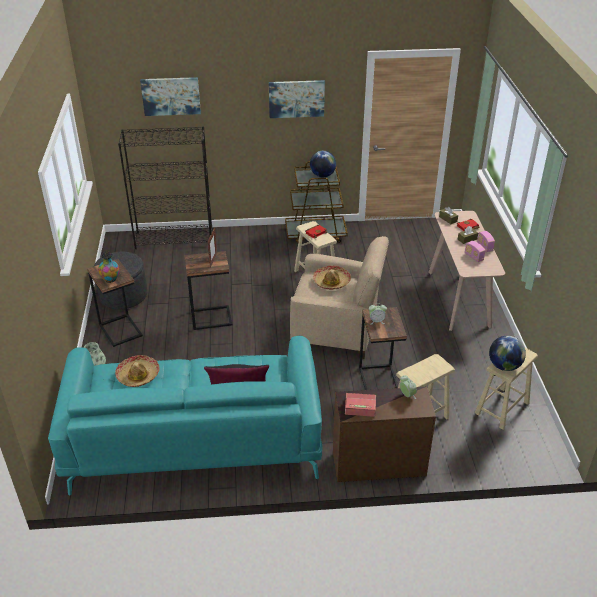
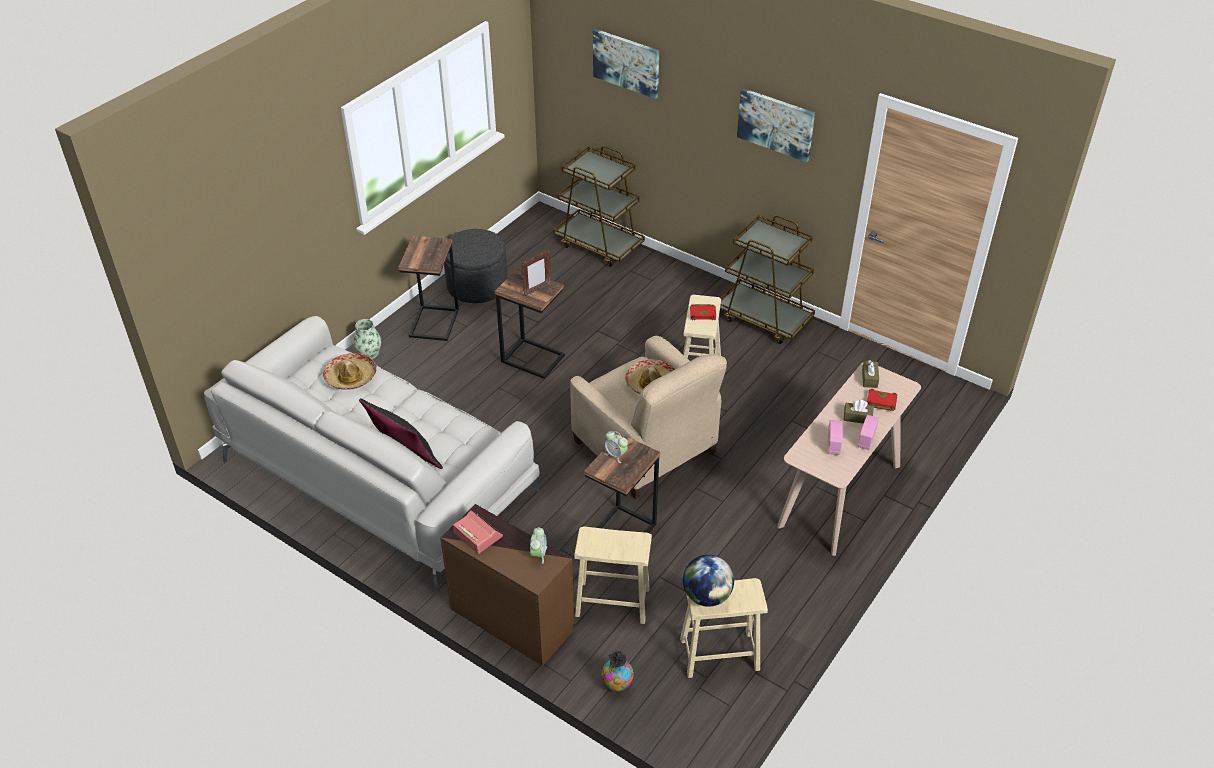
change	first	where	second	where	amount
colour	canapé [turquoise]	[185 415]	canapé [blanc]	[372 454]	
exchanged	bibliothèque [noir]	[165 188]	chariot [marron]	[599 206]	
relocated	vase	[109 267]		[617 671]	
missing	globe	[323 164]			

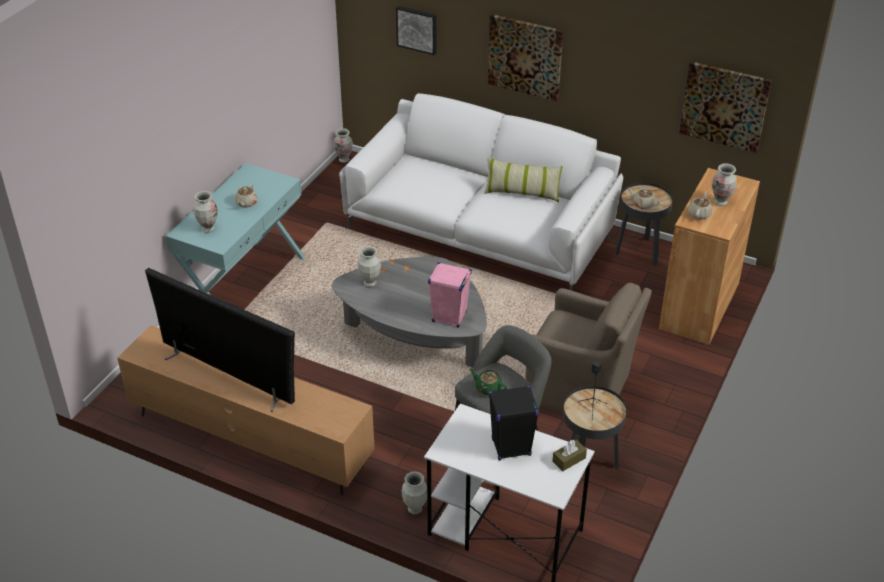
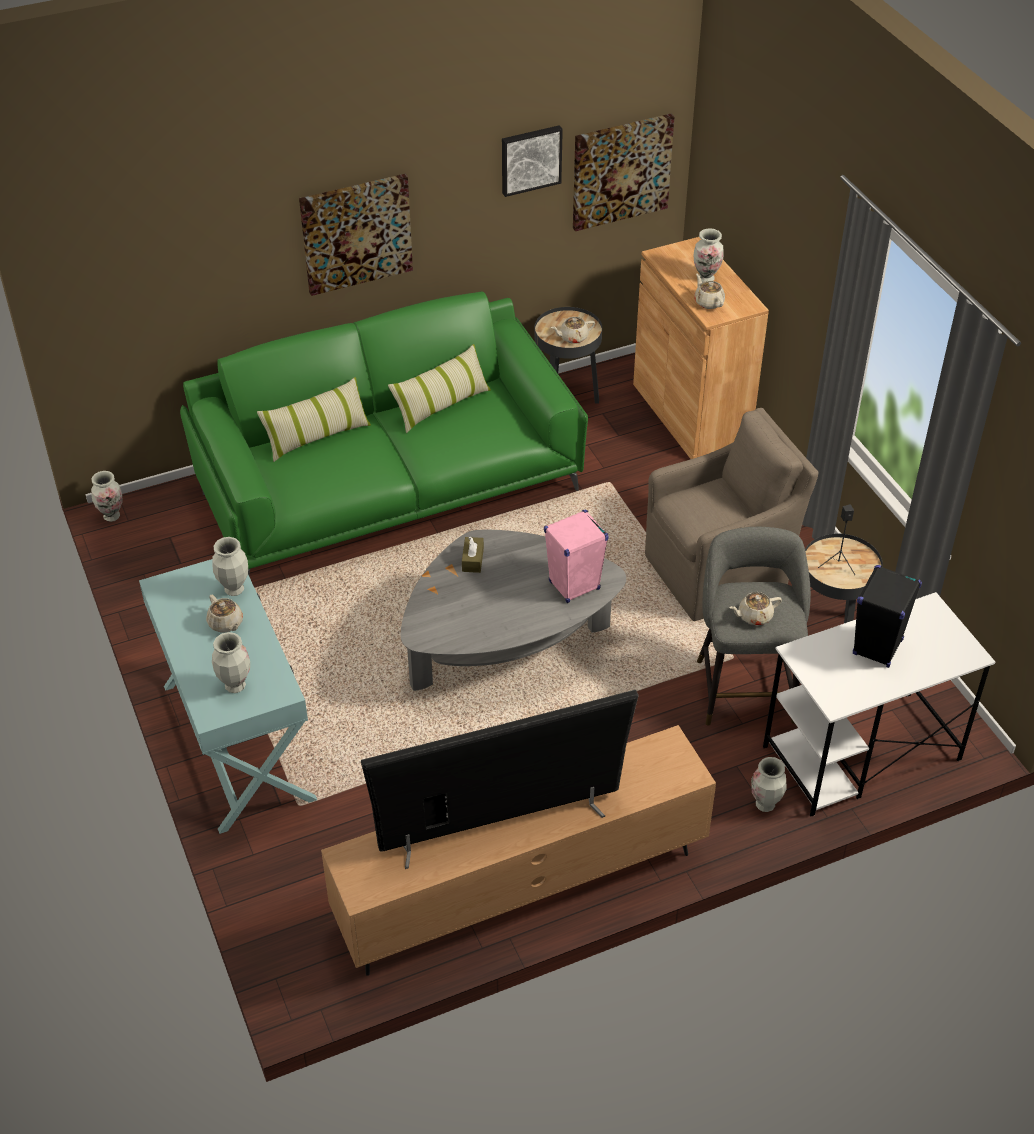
change	first	where	second	where	amount
colour	canapé [blanc]	[481 192]	canapé [vert]	[384 433]	
relocated	vase	[369 266]		[230 566]	
appeared			coussin	[314 419]	
relocated	boîte à mouchoirs [marron]	[569 455]		[473 554]	
relocated	tableau	[416 30]		[532 161]	
colour	théière [vert]	[488 381]	théière [beige]	[755 608]	

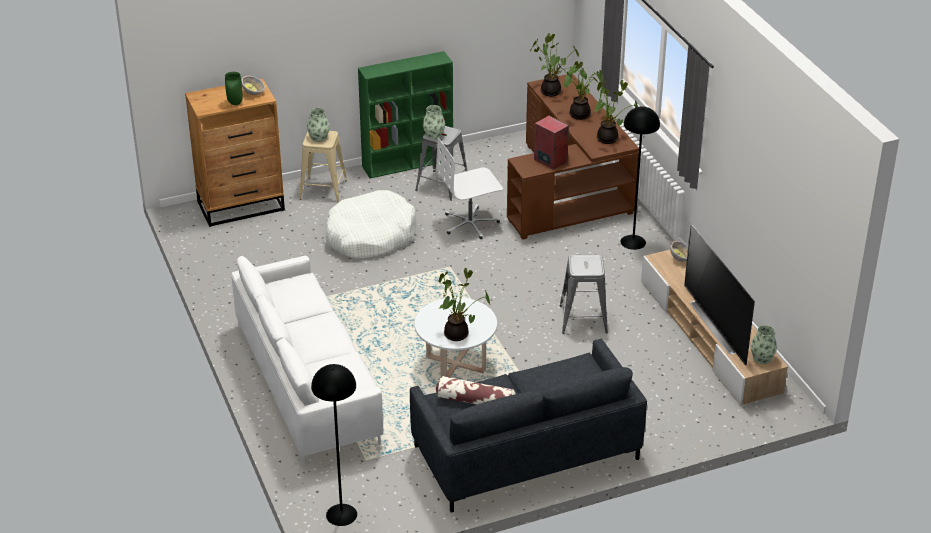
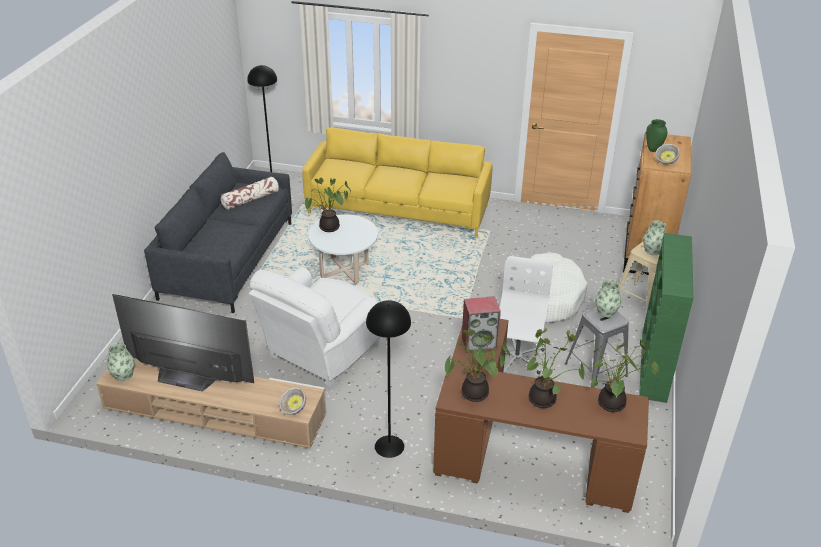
change	first	where	second	where	amount
exchanged	tabouret [gris]	[583 294]	fauteuil [blanc]	[314 327]	
colour	canapé [blanc]	[307 361]	canapé [jaune]	[397 182]	

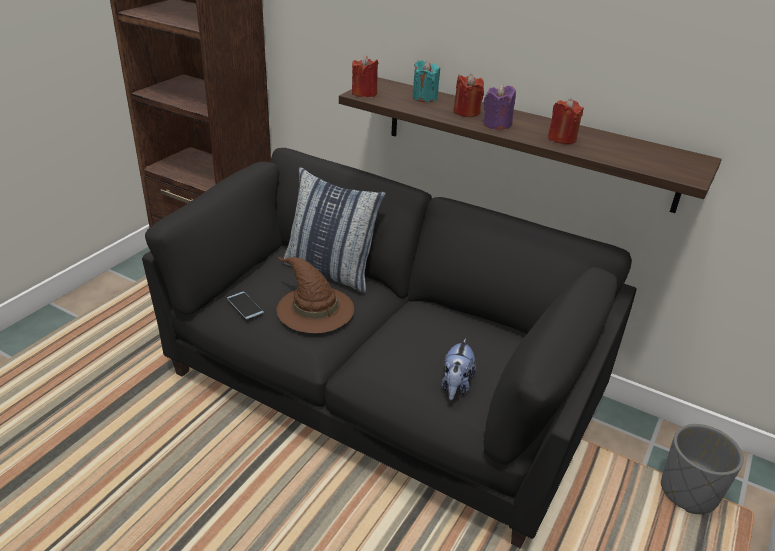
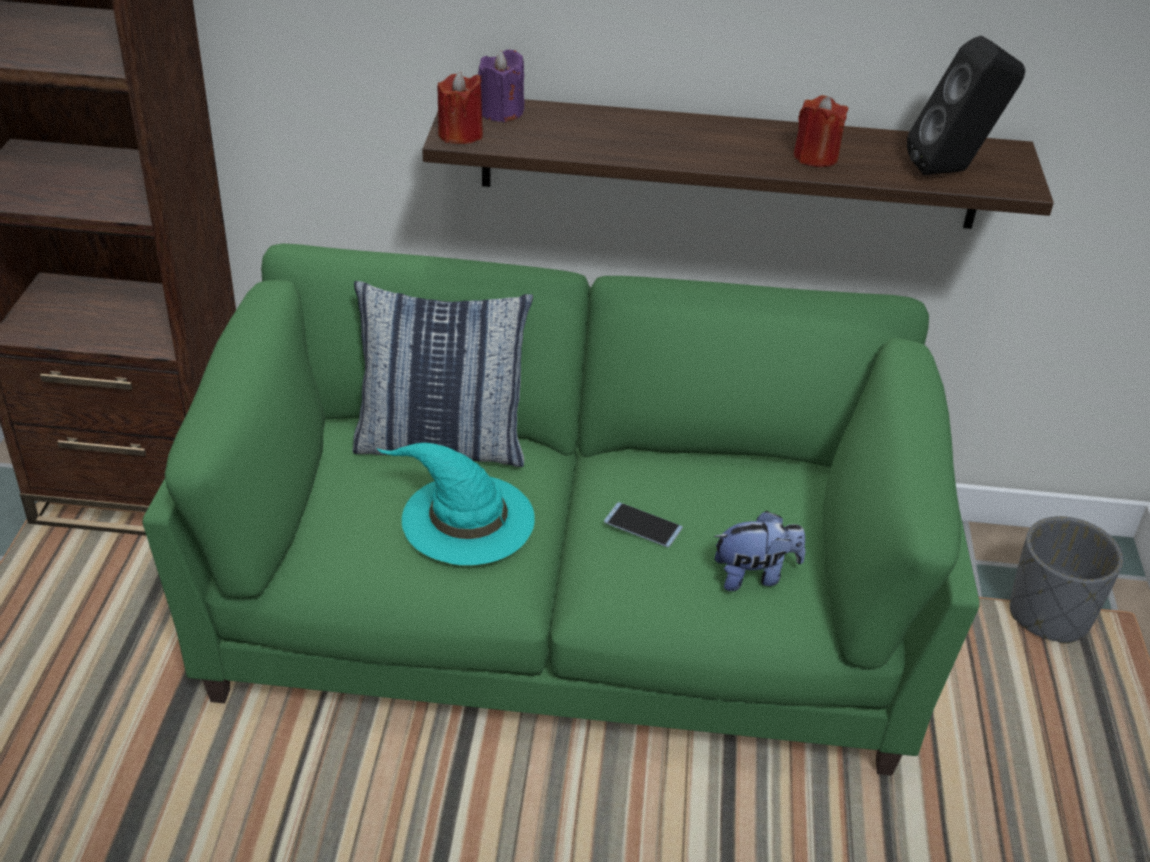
change	first	where	second	where	amount
colour	canapé [noir]	[389 348]	canapé [vert]	[561 509]	
colour	chapeau [marron]	[315 294]	chapeau [turquoise]	[455 504]	
relocated	bougie [violet]	[499 107]		[501 86]	
relocated	téléphone	[245 305]		[643 524]	
spun	peluche	[459 369]		[760 551]	90 degrees counterclockwise
appeared			enceinte [noir]	[966 105]	
missing	bougie [turquoise]	[426 81]			
missing	bougie [rouge]	[469 95]			

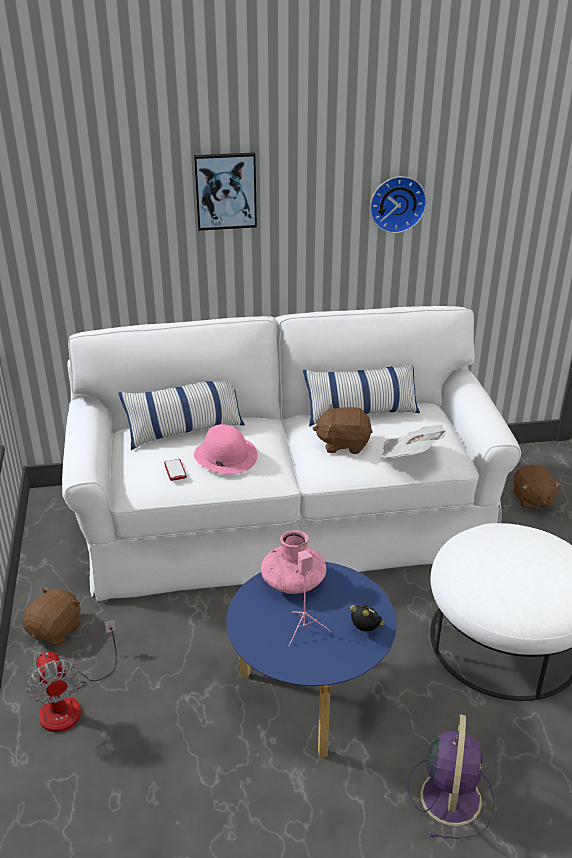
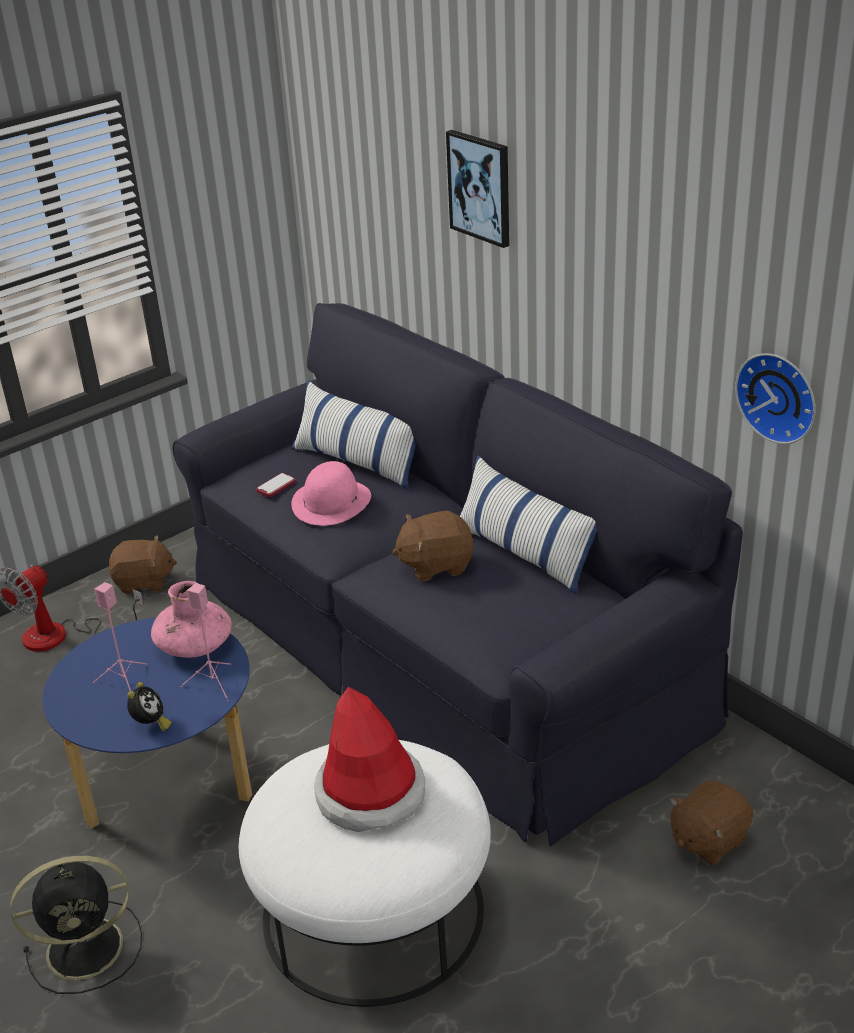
change	first	where	second	where	amount
colour	ventilateur [violet]	[451 776]	ventilateur [noir]	[76 925]	
colour	canapé [blanc]	[291 453]	canapé [noir]	[458 574]	
appeared			enceinte [rose]	[206 642]	
appeared			chapeau	[369 759]	
spun	peluche [marron]	[342 429]		[433 546]	75 degrees counterclockwise
relocated	horloge murale	[398 204]		[775 398]	
missing	journal	[413 442]			

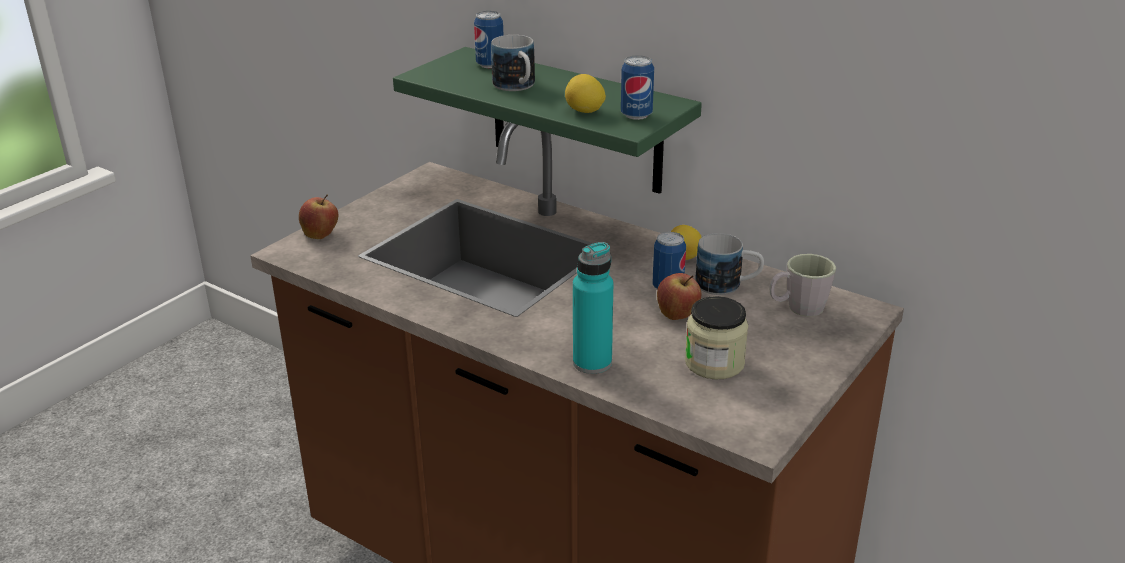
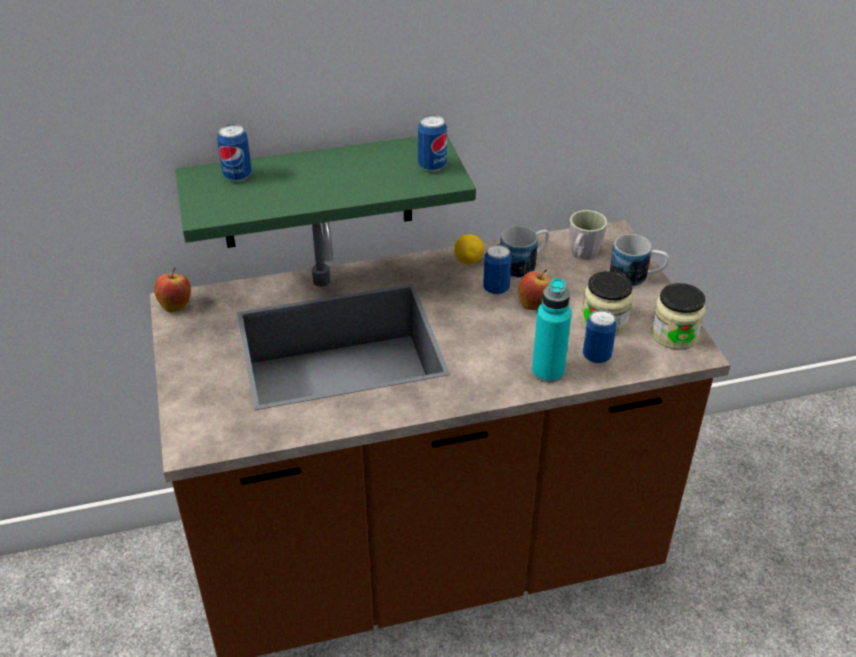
change	first	where	second	where	amount
relocated	pomme	[318 217]		[172 290]	
appeared			boîte métallique	[599 336]	
relocated	mug	[513 63]		[639 260]	
appeared			bocal	[678 316]	
missing	citron	[585 93]			

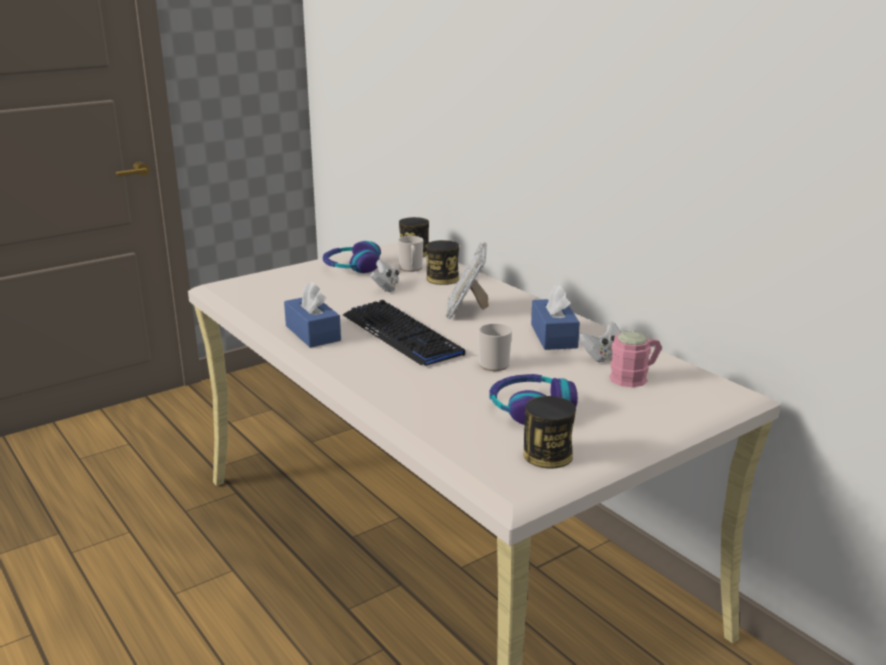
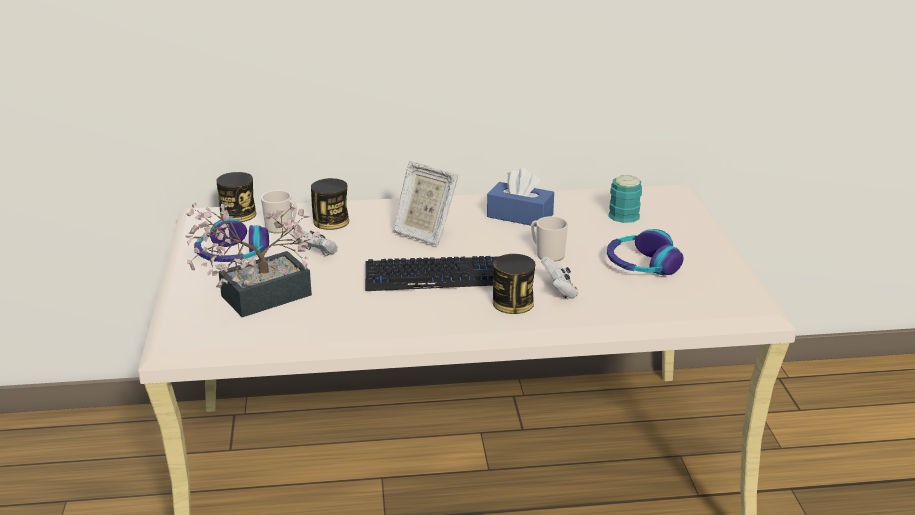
change	first	where	second	where	amount
appeared			plante en pot	[252 259]	
relocated	boîte métallique	[550 432]		[514 284]	
relocated	manette [blanc]	[600 342]		[559 278]	
colour	mug [rose]	[635 359]	mug [turquoise]	[625 199]	
missing	boîte à mouchoirs [bleu]	[312 315]			

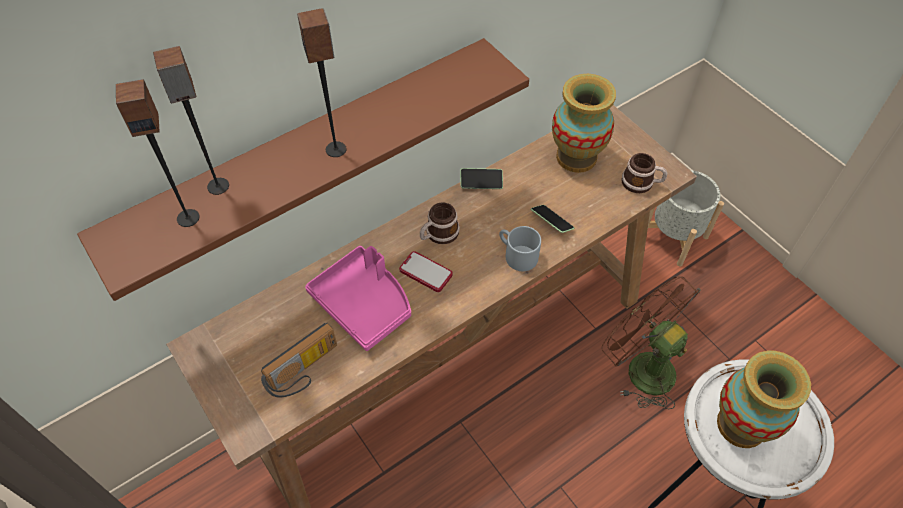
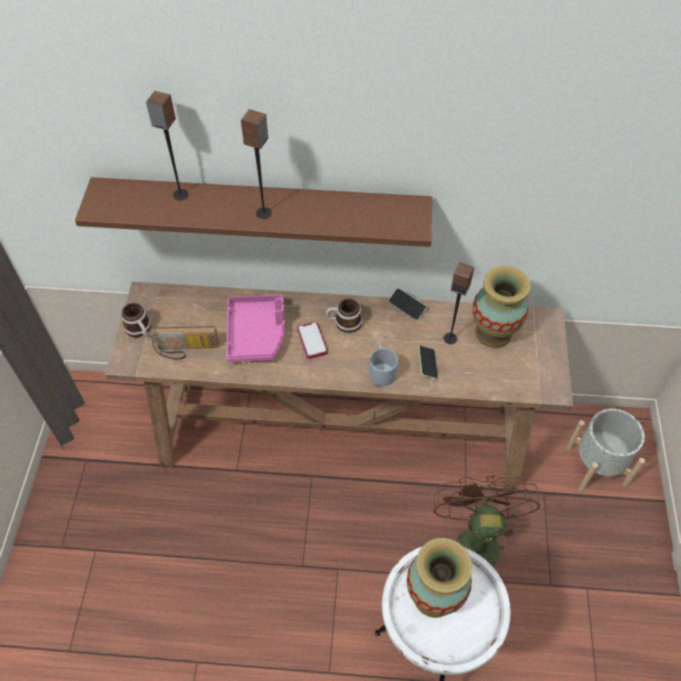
change	first	where	second	where	amount
relocated	mug	[644 173]		[136 320]	
relocated	enceinte	[158 153]		[459 303]	

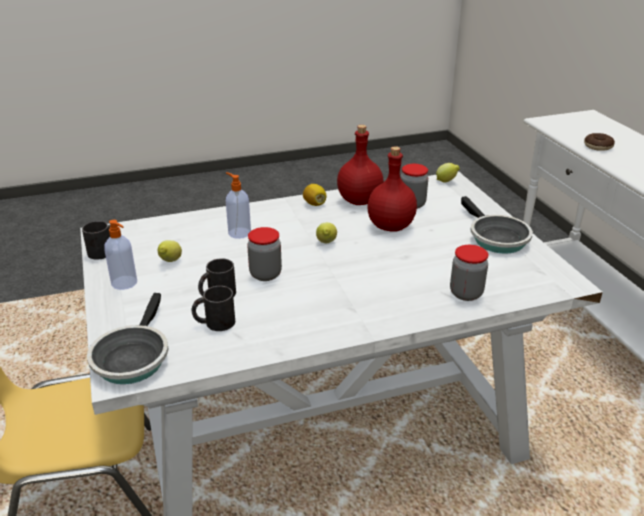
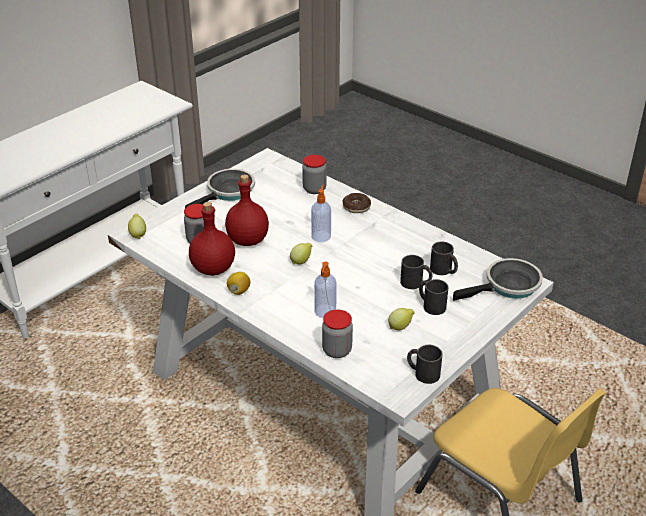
change	first	where	second	where	amount
relocated	distributeur de savon	[120 255]		[321 213]	
relocated	bocal	[264 254]		[337 333]	
relocated	beignet	[599 142]		[356 203]	
appeared			mug [noir]	[434 297]	

